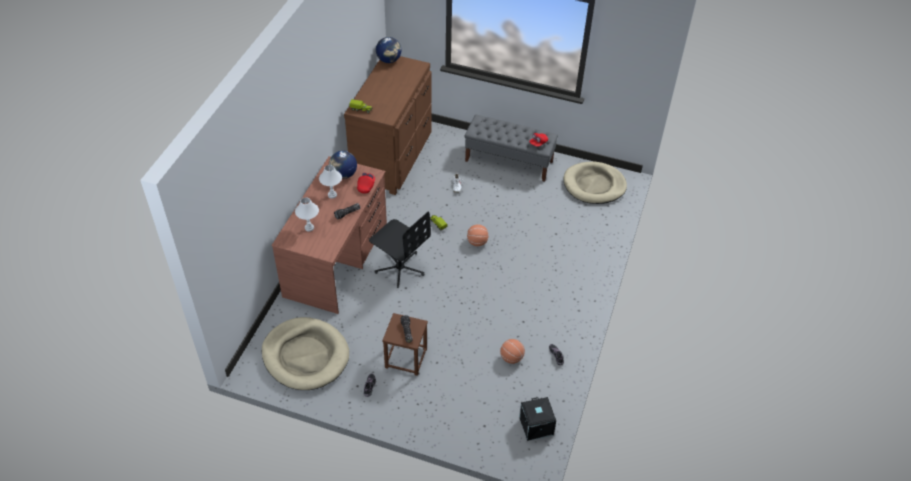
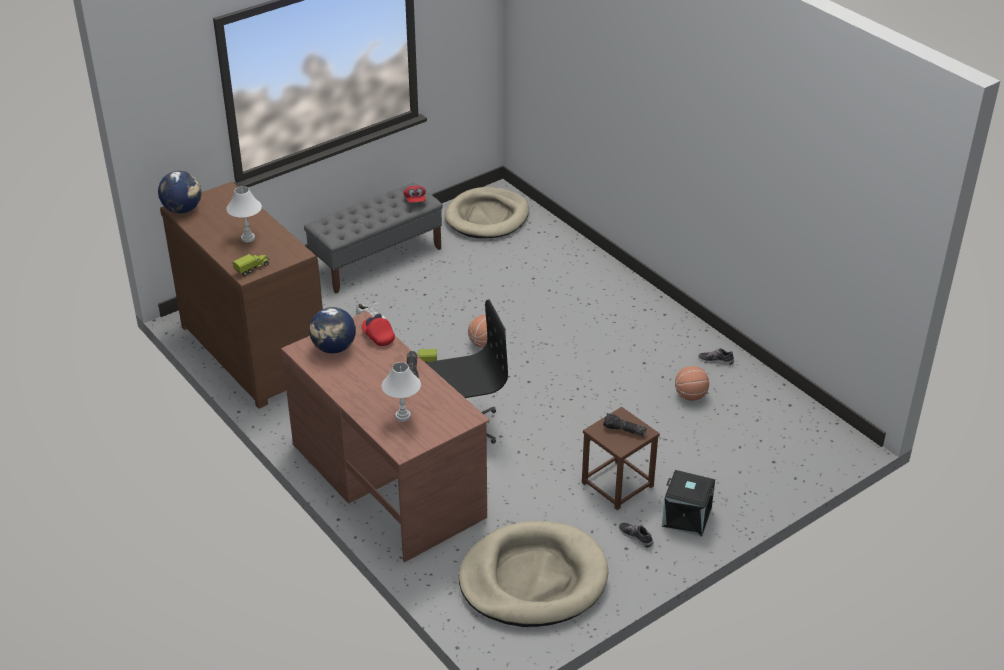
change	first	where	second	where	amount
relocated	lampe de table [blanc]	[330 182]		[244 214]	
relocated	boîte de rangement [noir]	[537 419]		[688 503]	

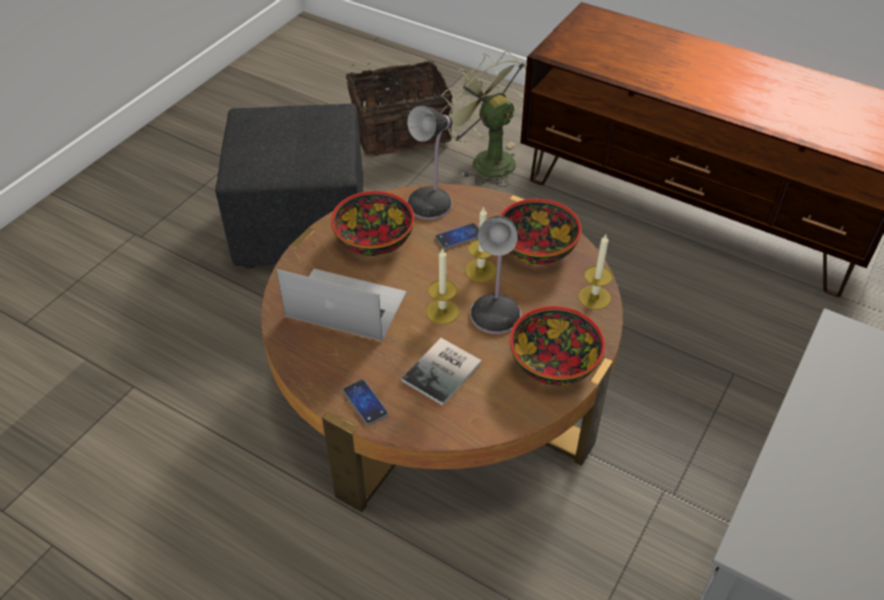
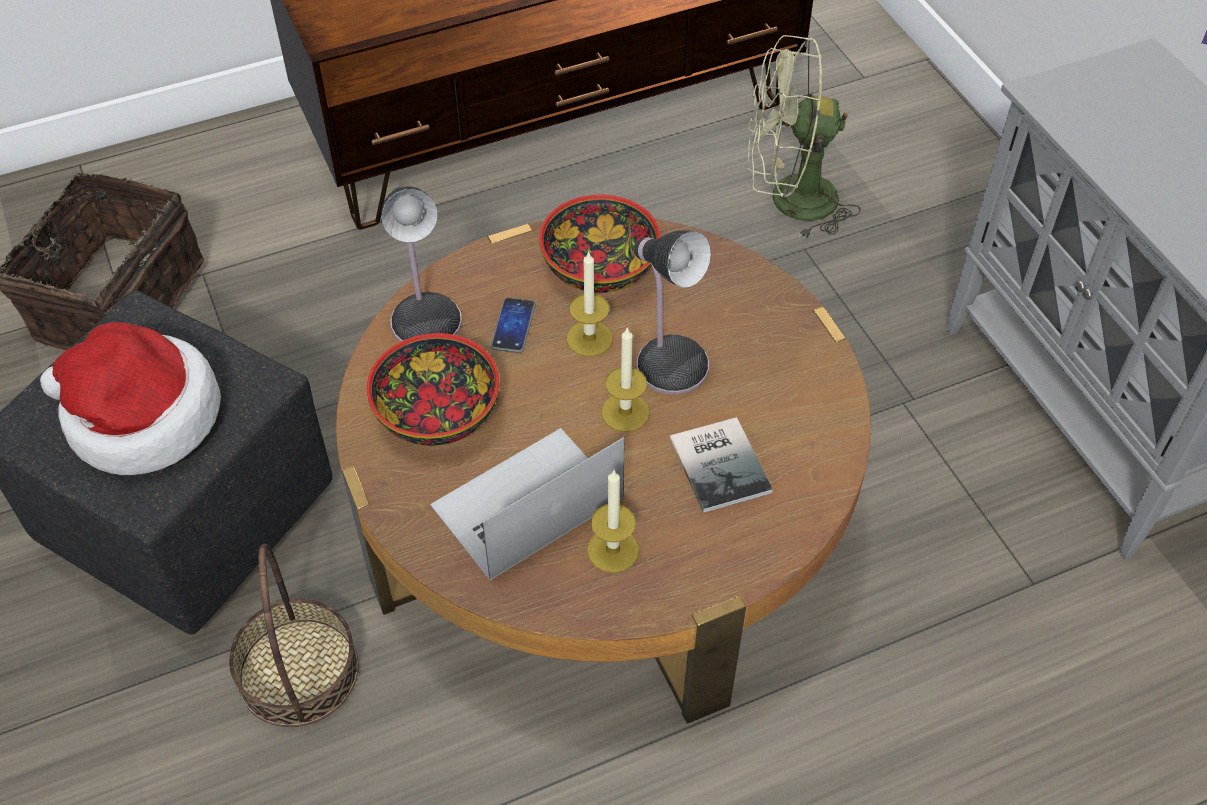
change	first	where	second	where	amount
appeared			chapeau	[130 398]	
appeared			panier	[294 635]	
relocated	bougie	[595 272]		[613 521]	
relocated	ventilateur [vert]	[483 119]		[803 137]	
missing	téléphone	[365 402]			
missing	bol	[557 345]			

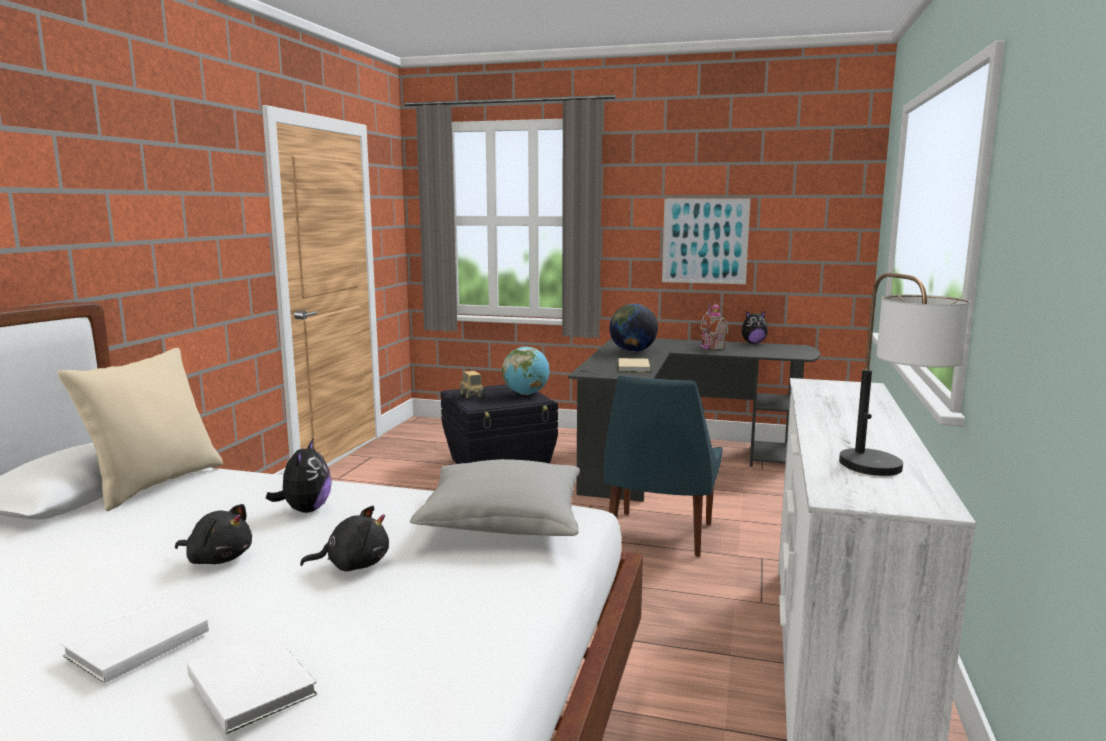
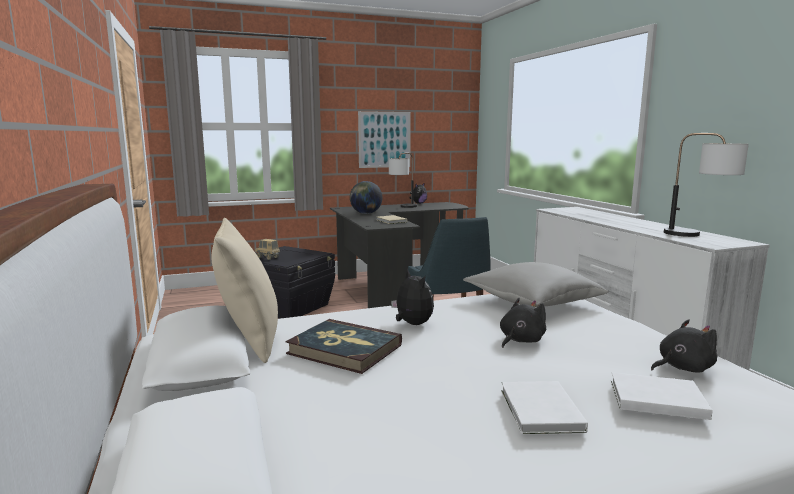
change	first	where	second	where	amount
appeared			livre	[343 346]	
exchanged	maison miniature	[714 325]	lampe de table	[403 180]	
relocated	peluche [noir]	[213 534]		[684 346]	
missing	globe	[526 371]			

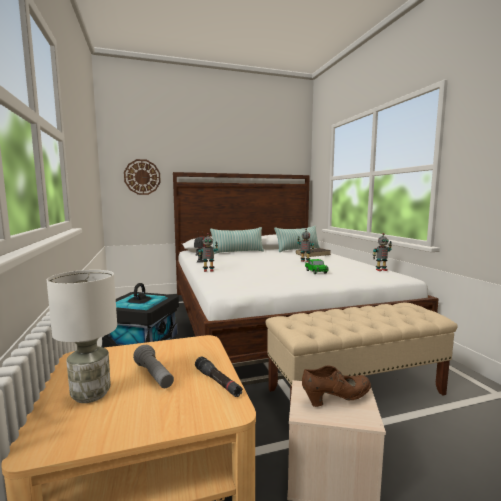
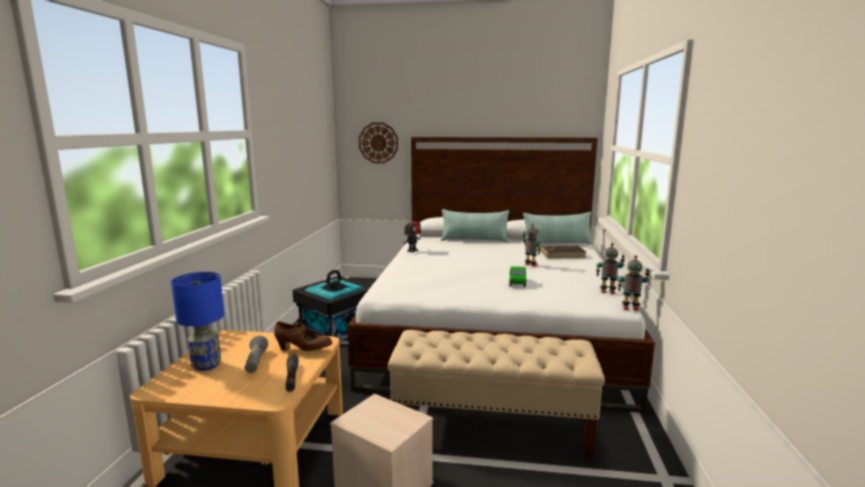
change	first	where	second	where	amount
colour	lampe de table [blanc]	[82 336]	lampe de table [bleu]	[197 321]	
relocated	chaussure [marron]	[336 386]		[303 336]	
relocated	robot jouet	[208 252]		[634 283]	

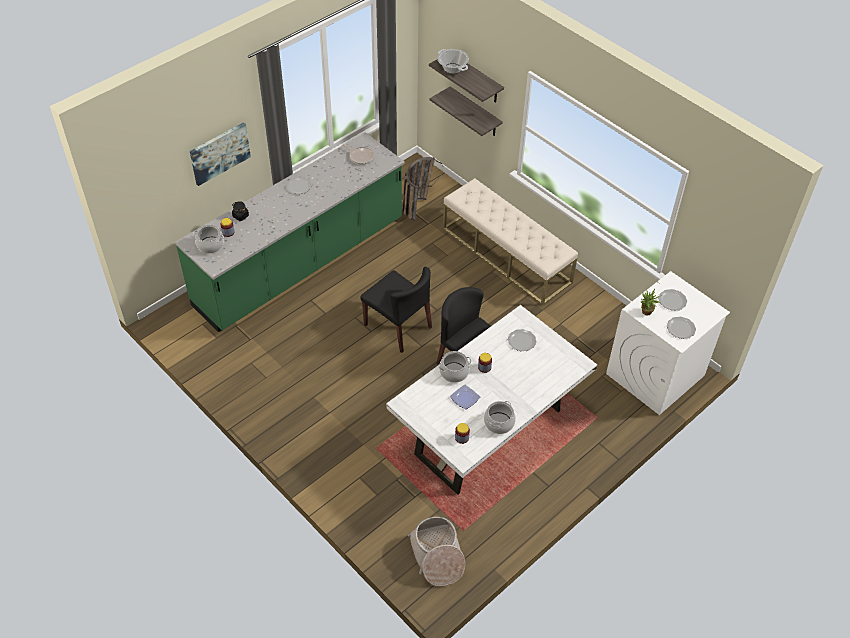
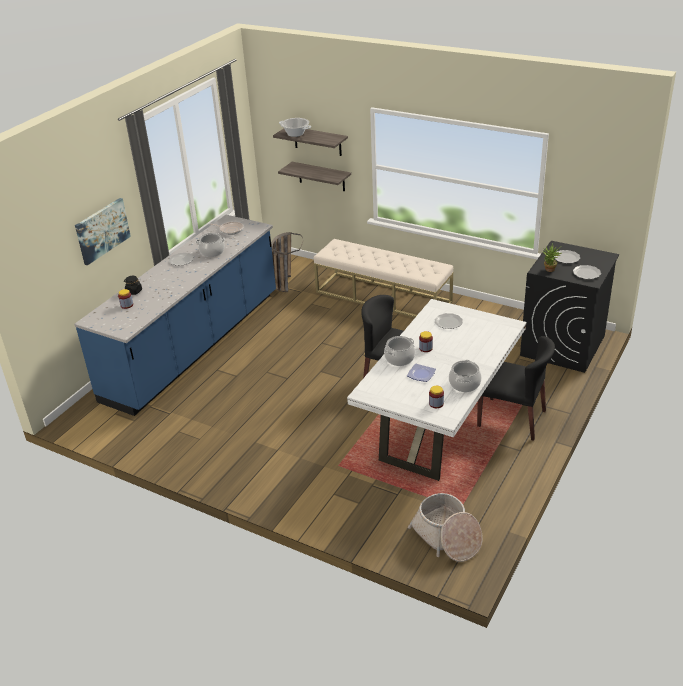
change	first	where	second	where	amount
colour	comptoir de cuisine [vert]	[290 232]	comptoir de cuisine [bleu]	[175 315]	
relocated	marmite	[208 239]		[210 245]	
relocated	chaise [noir]	[396 310]		[516 388]	
colour	lave-linge [blanc]	[668 343]	lave-linge [noir]	[569 307]	

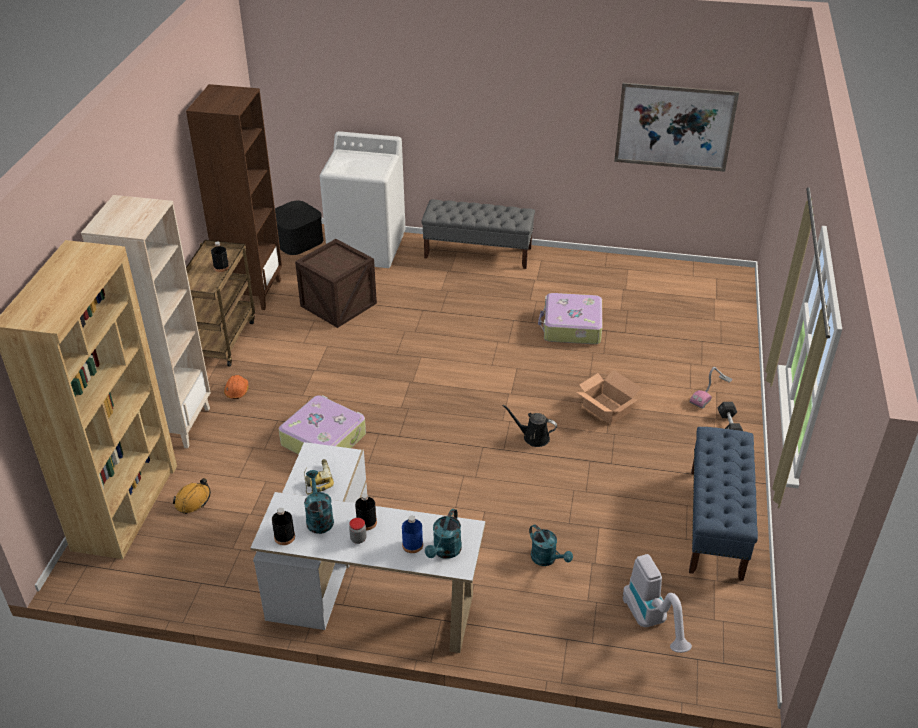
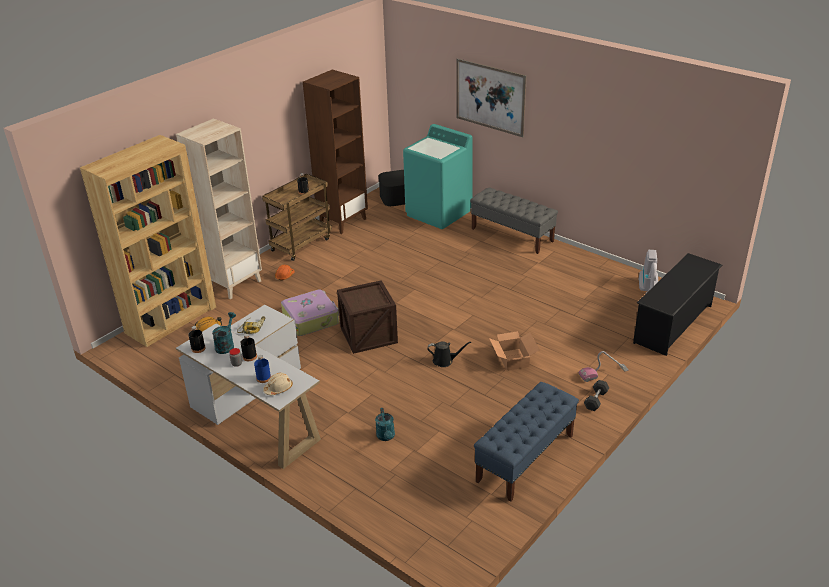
change	first	where	second	where	amount
exchanged	arrosoir [turquoise]	[443 534]	casque de chantier [beige]	[278 384]	
relocated	caisse	[336 283]		[367 317]	
colour	lave-linge [blanc]	[363 199]	lave-linge [turquoise]	[438 176]	
spun	arrosoir [noir]	[530 426]		[449 354]	135 degrees clockwise
relocated	tableau	[676 127]		[491 97]	
appeared			étagère à chaussures [noir]	[677 304]	
relocated	aspirateur	[657 603]		[648 270]	
missing	valise	[570 318]			

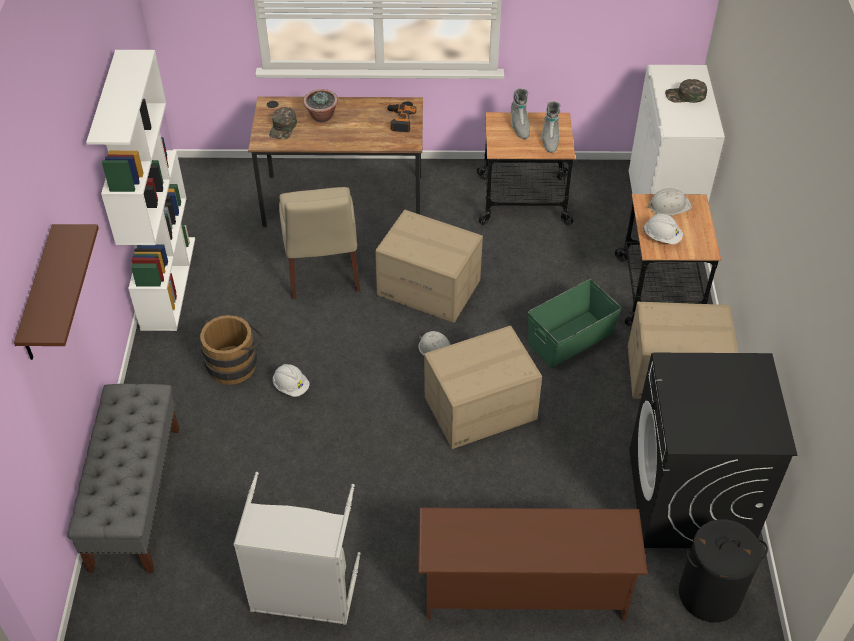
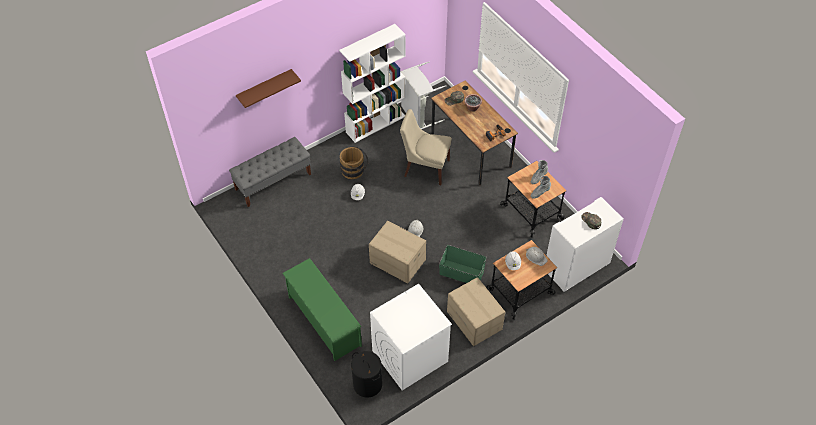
change	first	where	second	where	amount
colour	étagère à chaussures [marron]	[533 564]	étagère à chaussures [vert]	[322 309]	
colour	lave-linge [noir]	[713 450]	lave-linge [blanc]	[411 337]	
spun	chaise [beige]	[319 243]		[426 147]	60 degrees clockwise
relocated	panier à linge [gris]	[297 548]		[423 95]	
missing	carton	[429 266]			

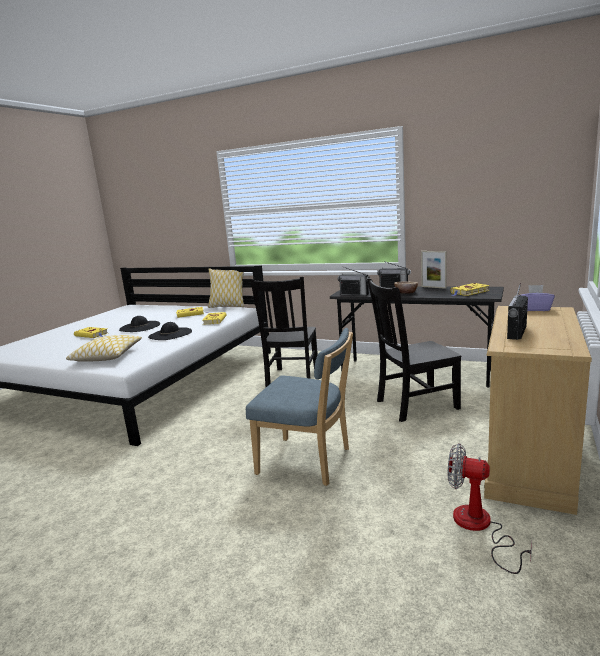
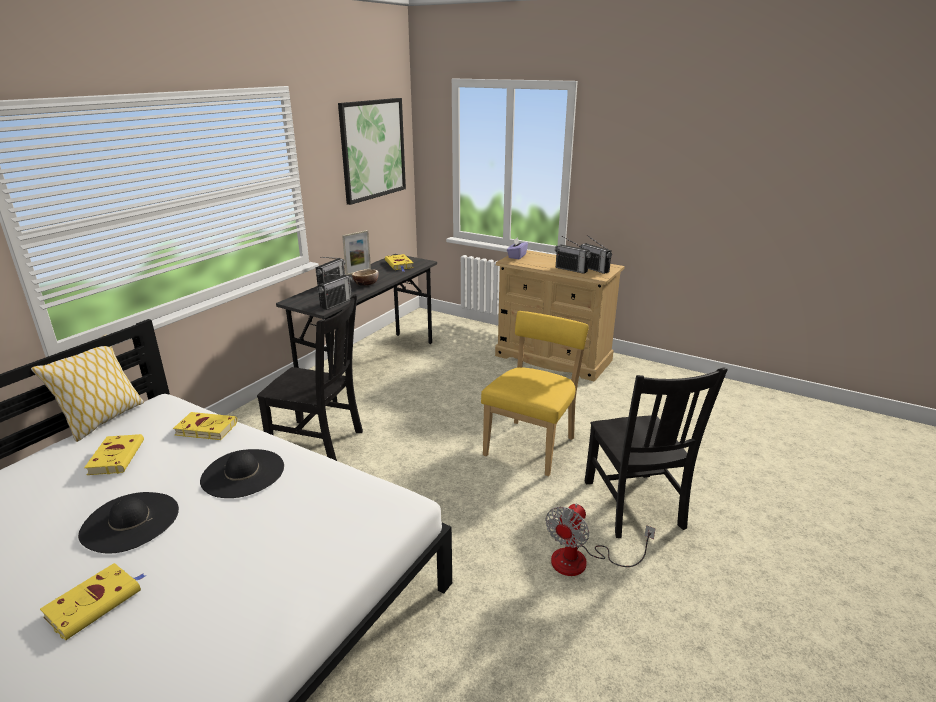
change	first	where	second	where	amount
appeared			tableau	[372 151]	
colour	chaise [bleu]	[299 407]	chaise [jaune]	[535 393]	
relocated	ventilateur	[490 508]		[600 540]	
appeared			radio	[595 254]	
relocated	chaise [noir]	[414 350]		[656 453]	
missing	coussin	[104 348]			

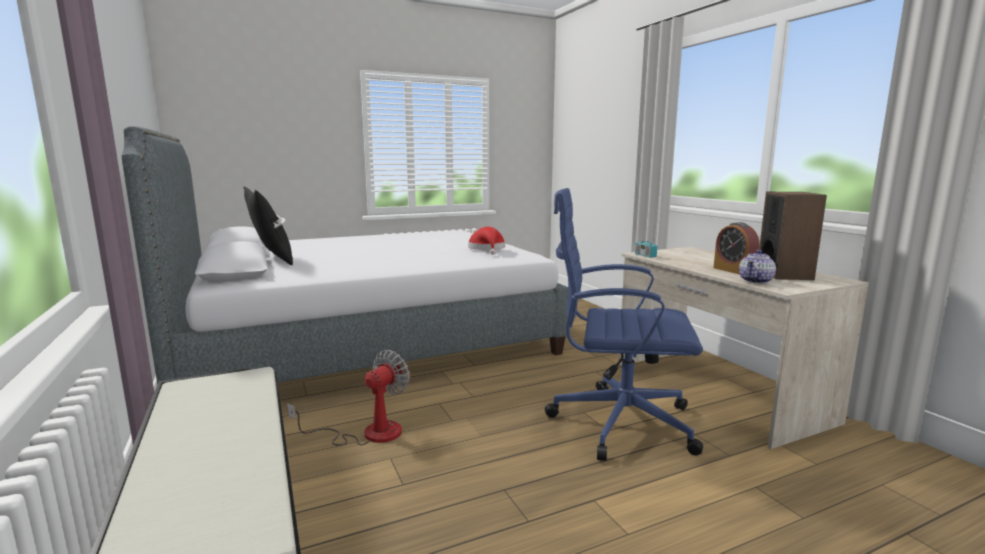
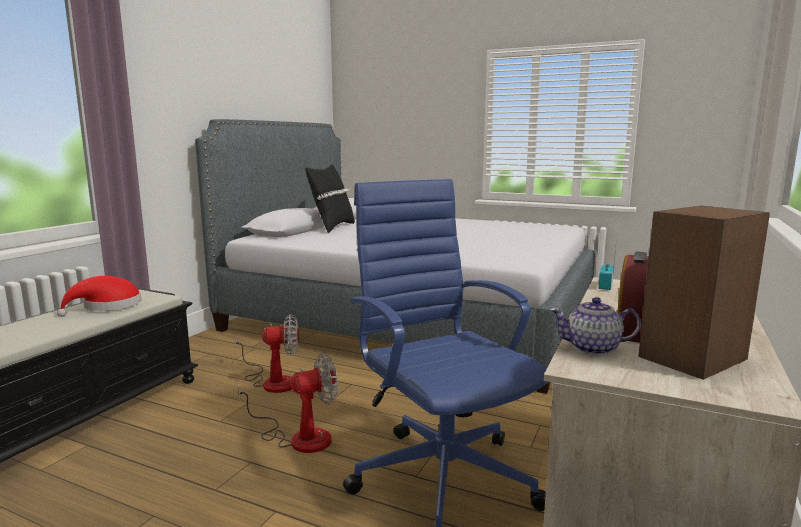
change	first	where	second	where	amount
relocated	chapeau [rouge]	[486 241]		[99 296]	
appeared			ventilateur	[288 403]	

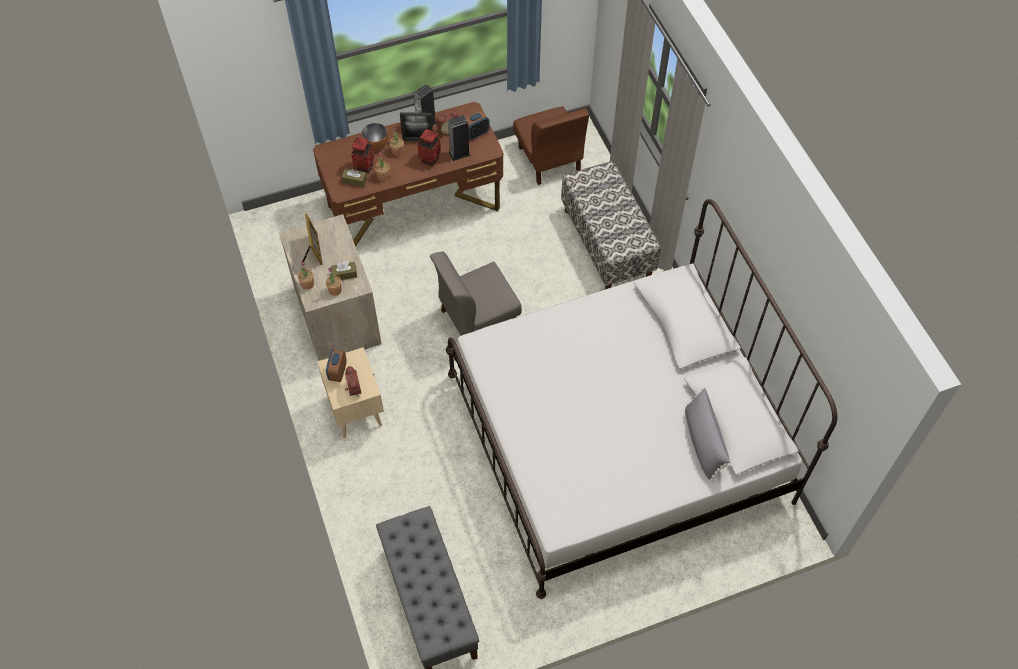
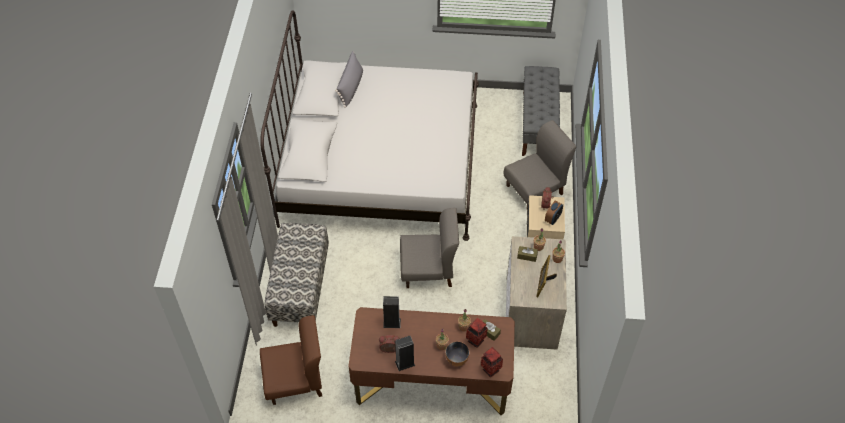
change	first	where	second	where	amount
spun	chaise [marron]	[551 145]		[291 360]	75 degrees clockwise
relocated	vase	[429 148]		[492 362]	
appeared			chaise [gris]	[540 164]	
missing	cadre photo	[416 127]			
missing	réveil	[478 125]			

